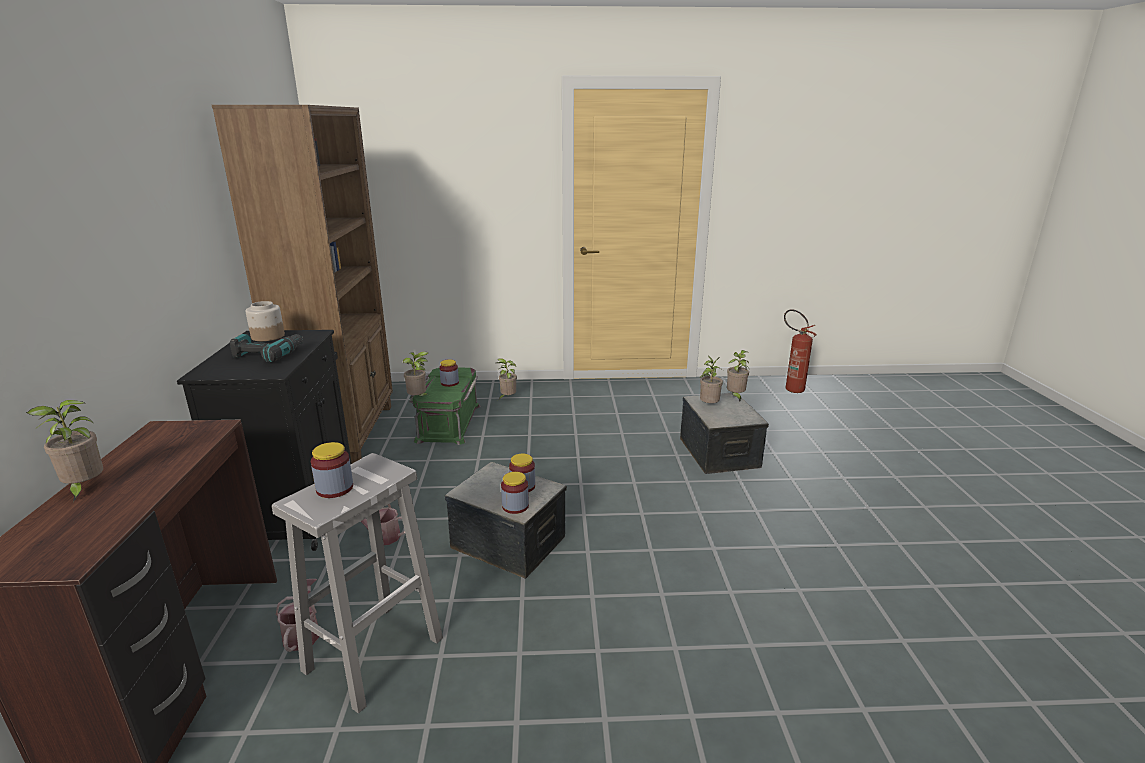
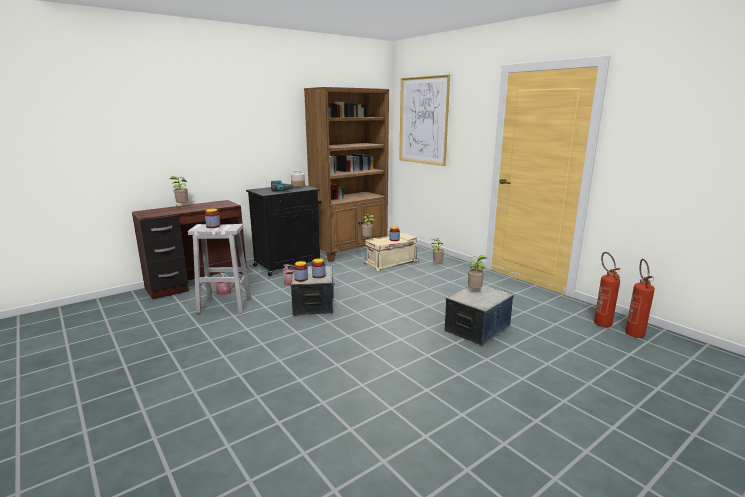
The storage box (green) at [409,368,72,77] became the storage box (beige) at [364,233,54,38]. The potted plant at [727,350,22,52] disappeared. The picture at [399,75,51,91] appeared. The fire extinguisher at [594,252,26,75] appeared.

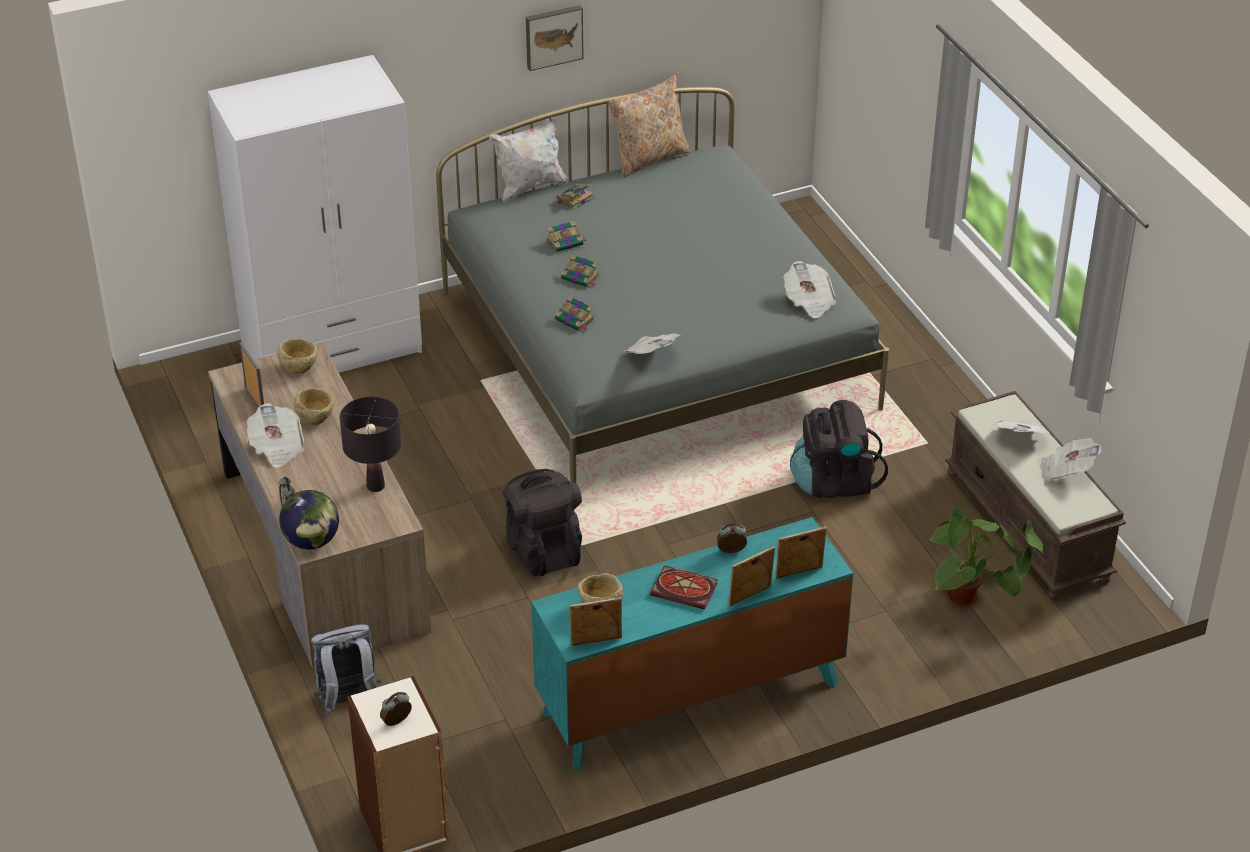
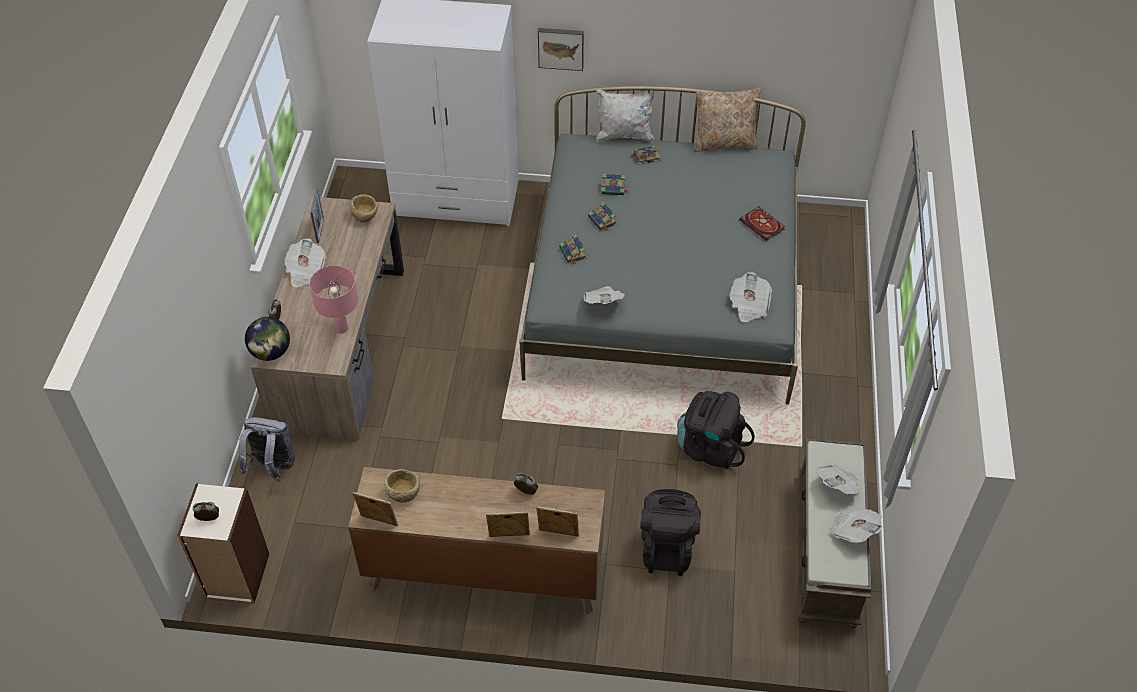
The bowl (beige) at [294,387,40,38] disappeared. The table lamp (black) at [340,397,61,95] became the table lamp (pink) at [310,265,48,69]. The backpack (black) moved from [503,469,79,107] to [640,489,61,87]. The picture moved from [526,5,58,66] to [538,28,46,43]. The dresser (turquoise) at [531,517,322,253] became the dresser (brown) at [348,467,257,148]. The book moved from [650,565,68,45] to [739,206,46,35]. The potted plant at [930,507,113,100] disappeared.

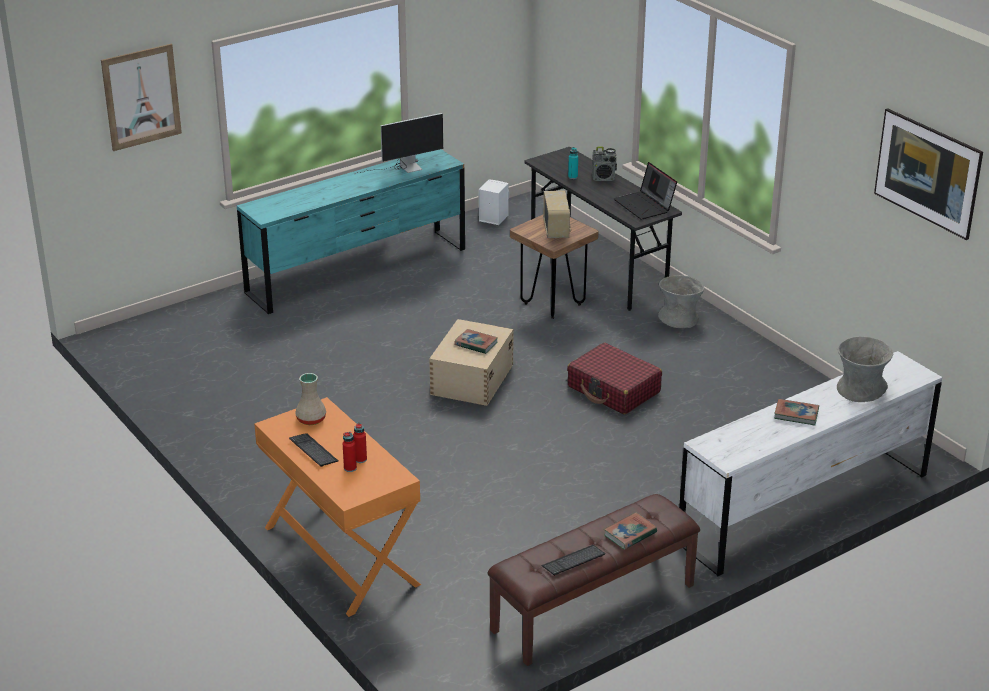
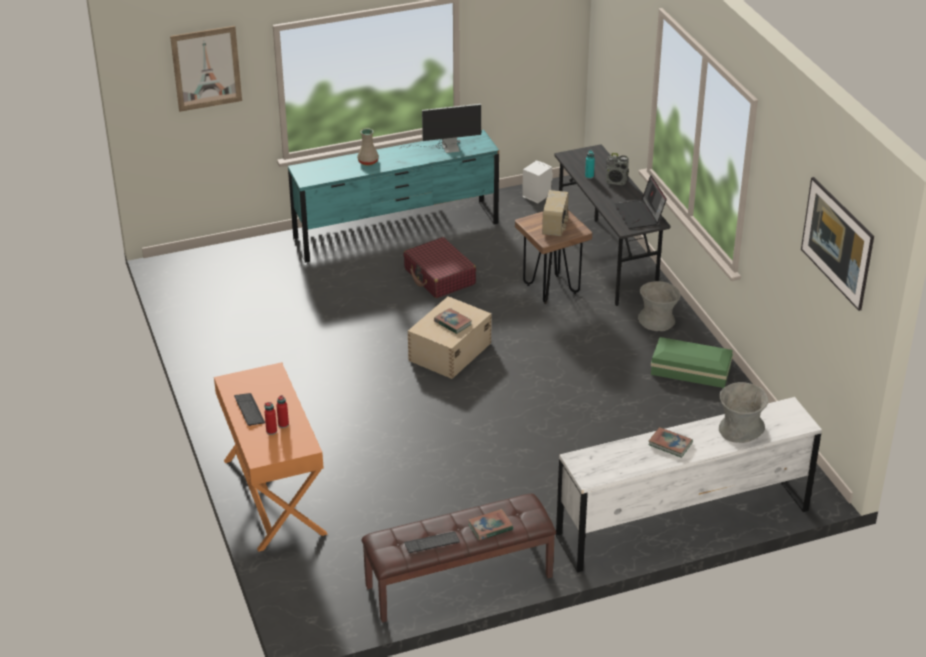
The vase (beige) moved from [295,373,31,52] to [357,128,22,38]. The suitcase (red) moved from [567,342,95,73] to [403,237,73,61]. The storage box (green) at [651,337,82,51] appeared.

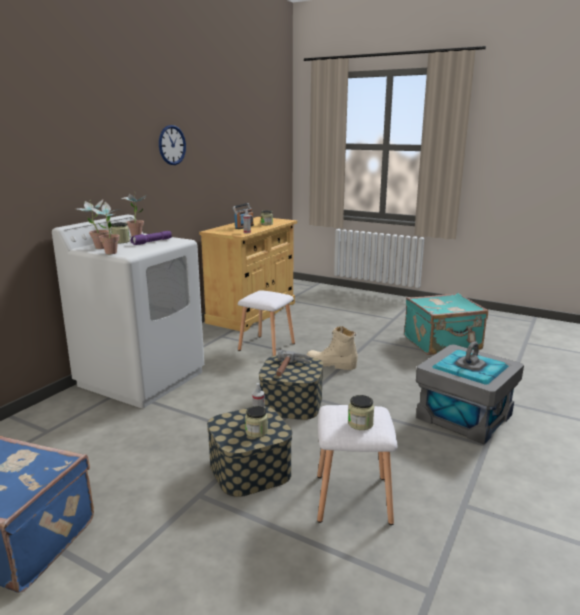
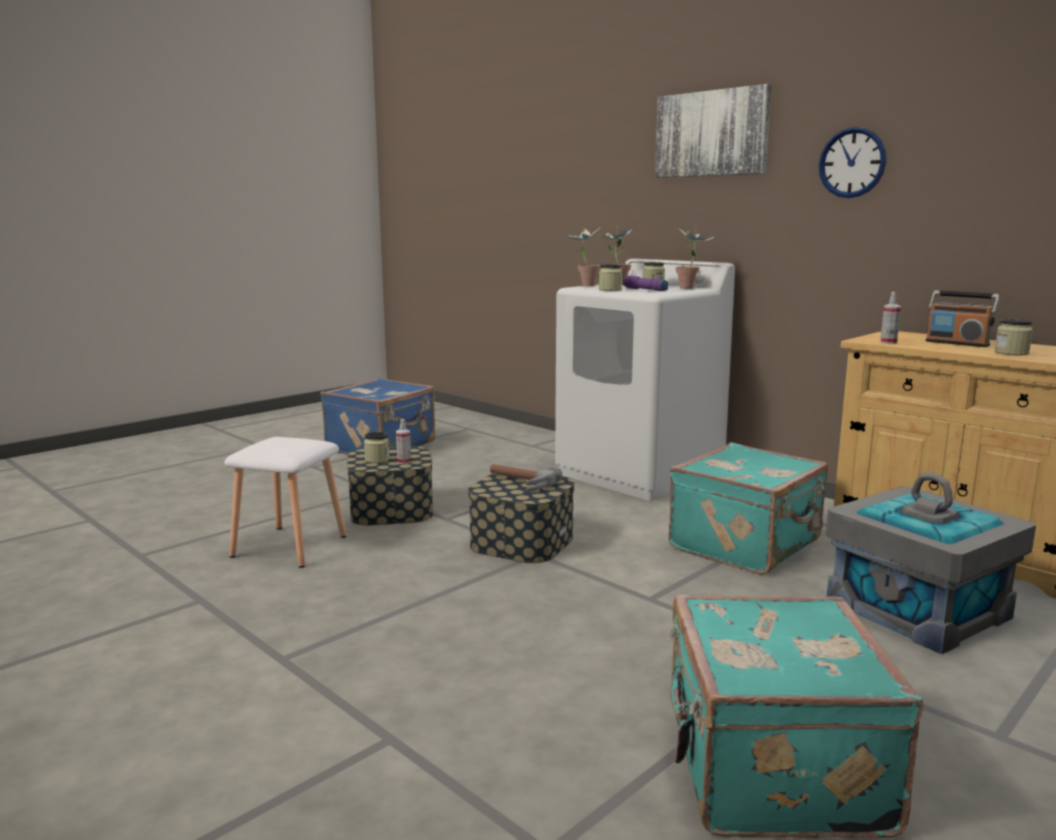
The stool (white) at [238,290,57,66] was replaced by the suitcase (turquoise) at [668,442,160,133]. The boot (beige) at [307,326,51,44] disappeared. The jar moved from [348,395,26,35] to [599,264,23,27]. The storage box (grey) moved from [416,341,108,103] to [826,473,210,181]. The picture at [655,84,117,94] appeared.

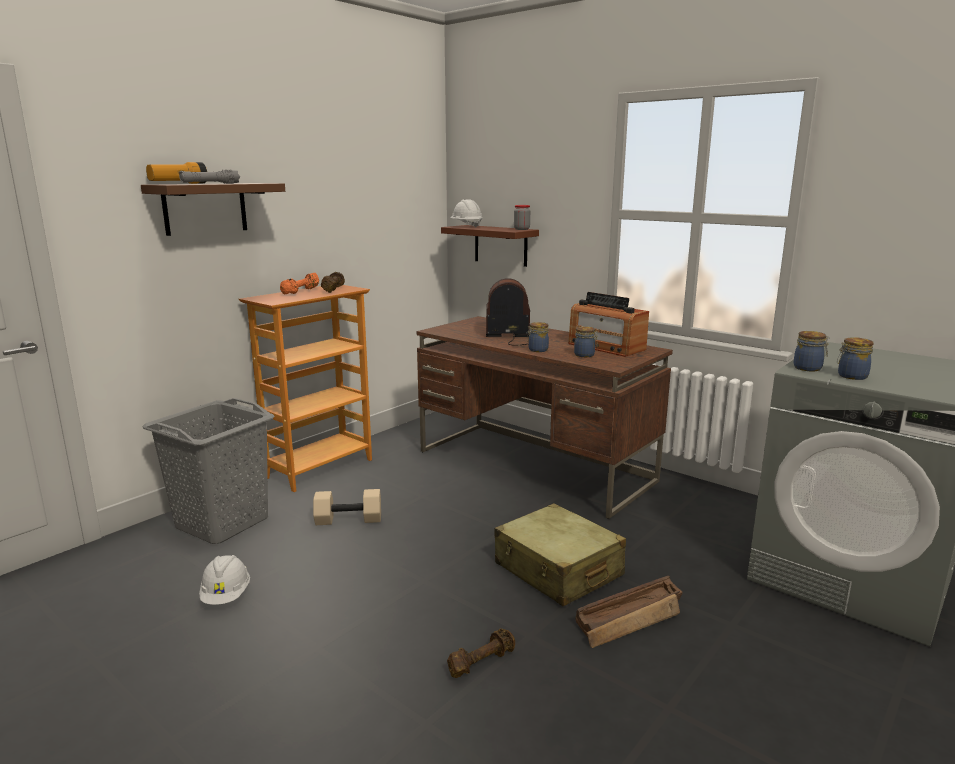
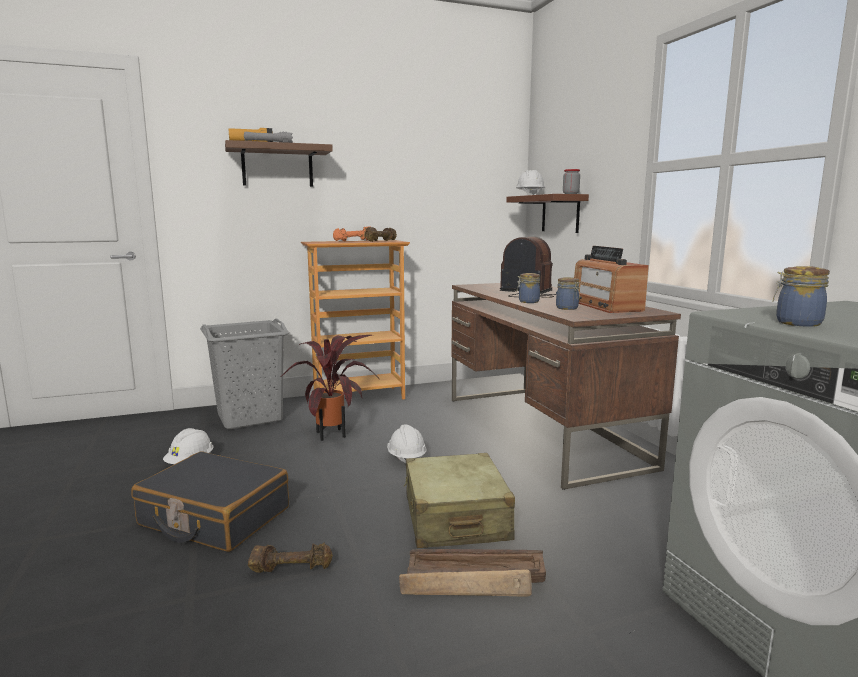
The dumbbell (beige) at [313,489,68,36] was replaced by the potted plant at [280,335,94,106]. The jar at [794,331,36,40] disappeared. The suitcase (black) at [132,451,157,101] appeared. The hard hat (white) at [387,425,40,39] appeared.

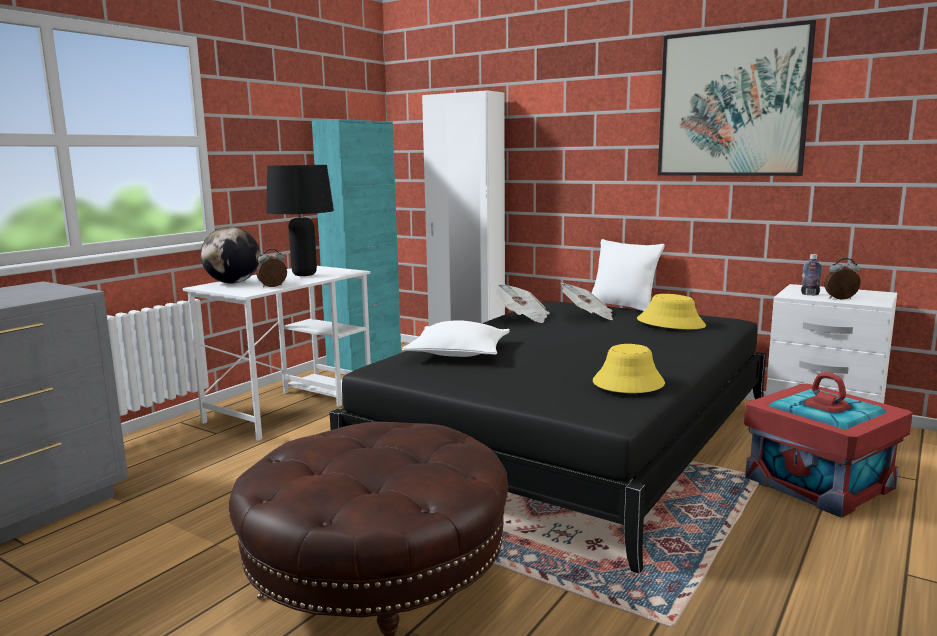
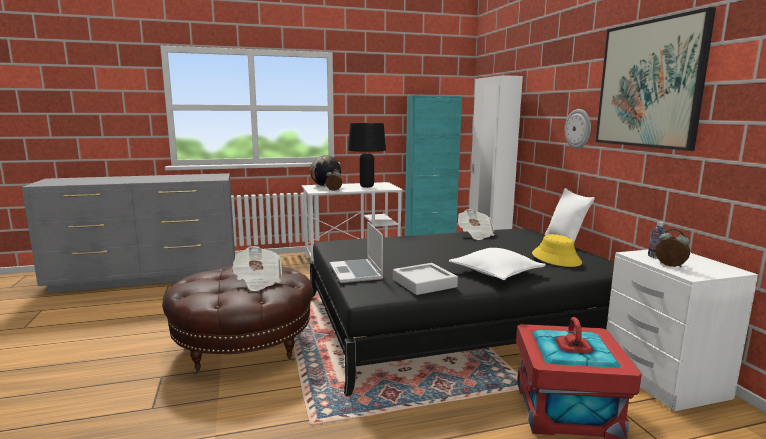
The pillow (white) moved from [402,320,108,37] to [449,248,97,32]. The newspaper moved from [561,283,52,37] to [232,246,50,45]. The hat (yellow) at [593,344,72,49] was replaced by the tray (grey) at [393,263,65,32]. The laptop at [330,221,53,62] appeared. The wall clock at [565,109,26,40] appeared.

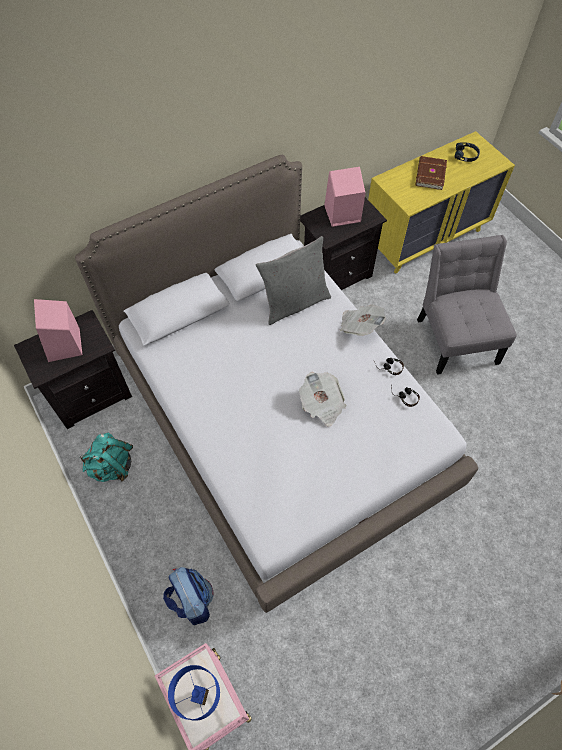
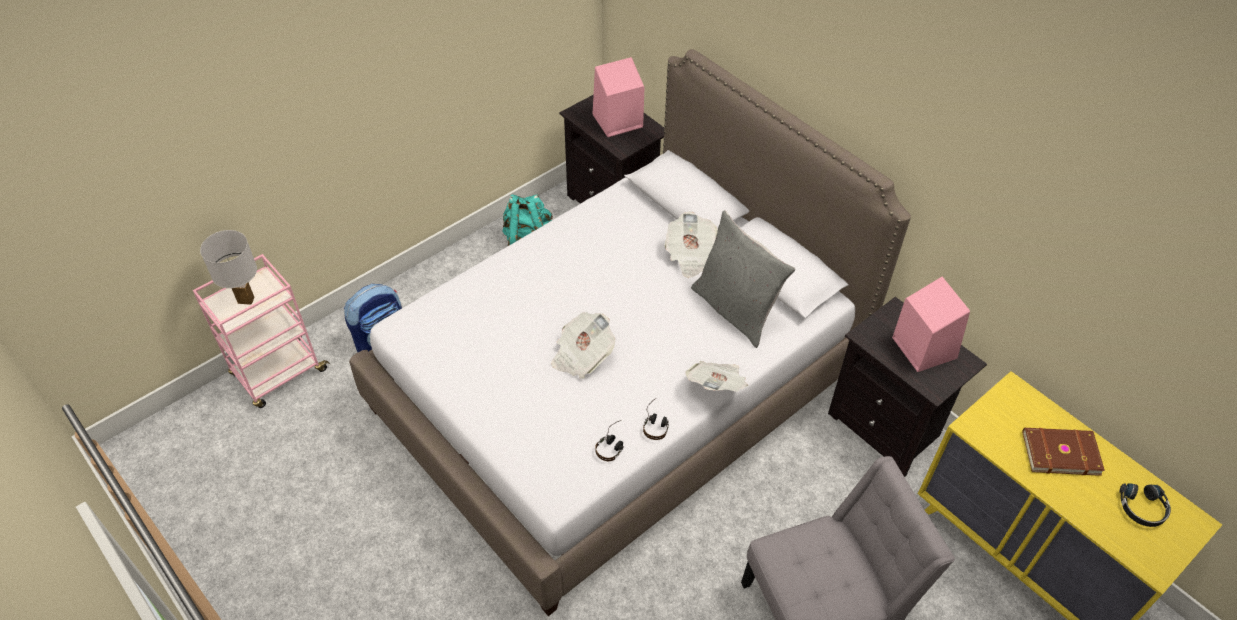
The table lamp (blue) at [168,665,52,56] became the table lamp (white) at [200,230,57,75]. The newspaper at [664,212,54,66] appeared.

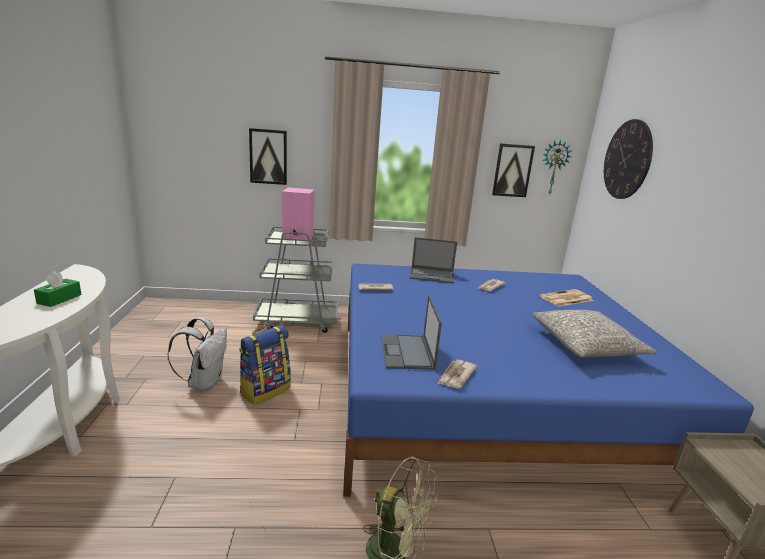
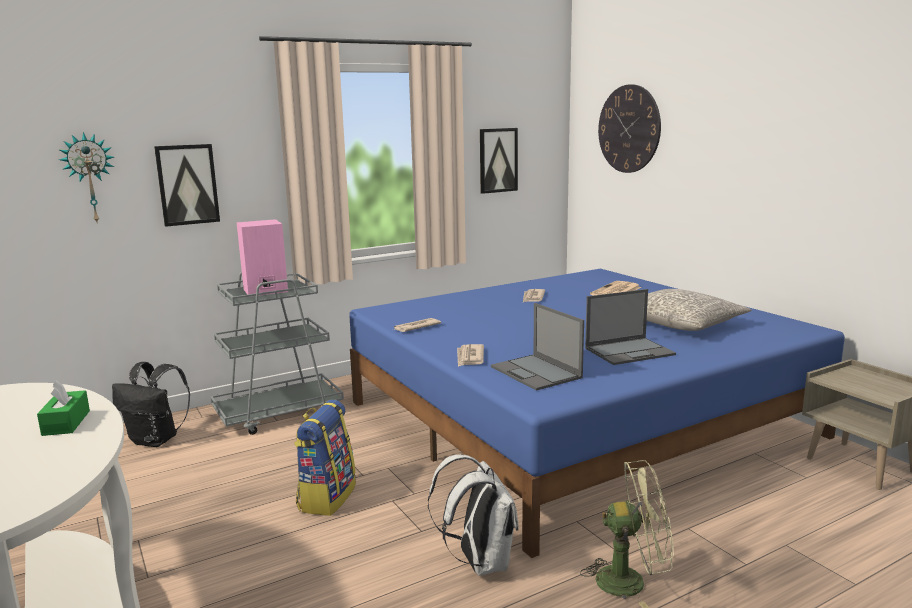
The backpack (white) moved from [167,317,60,74] to [428,454,91,122]. The laptop moved from [410,237,47,46] to [585,289,91,76]. The newspaper moved from [437,360,40,29] to [457,344,27,23]. The wall clock moved from [542,140,30,56] to [59,132,55,90]. The backpack (black) at [112,362,78,85] appeared.

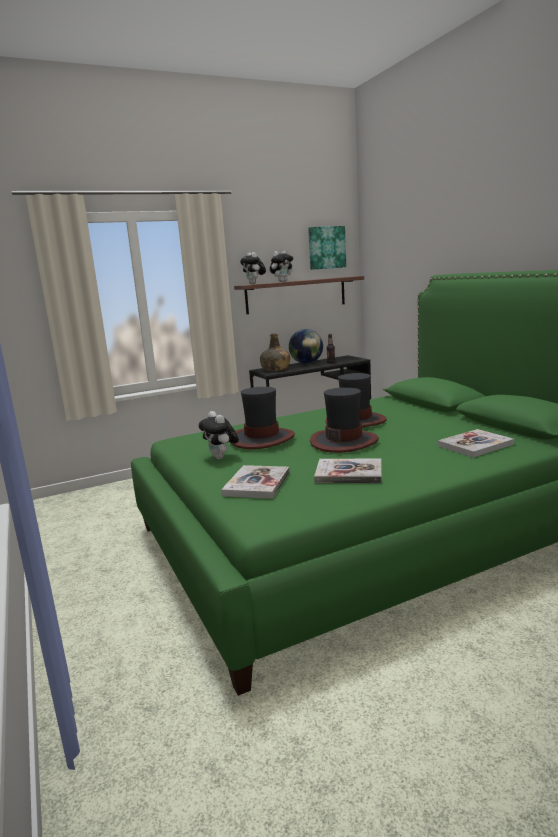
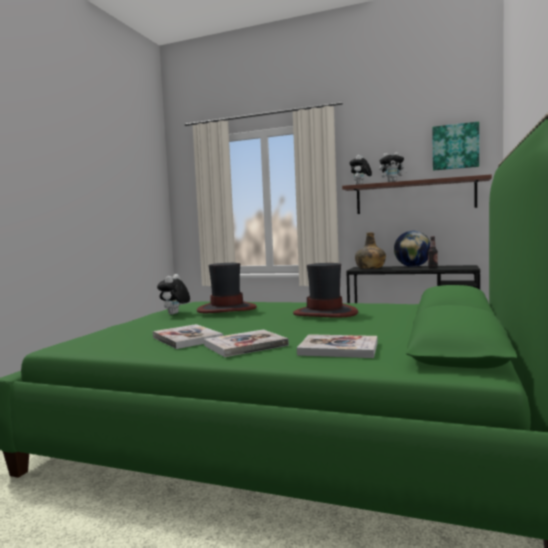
The book moved from [221,465,69,34] to [204,329,85,28]. The hat at [310,387,69,66] disappeared.

